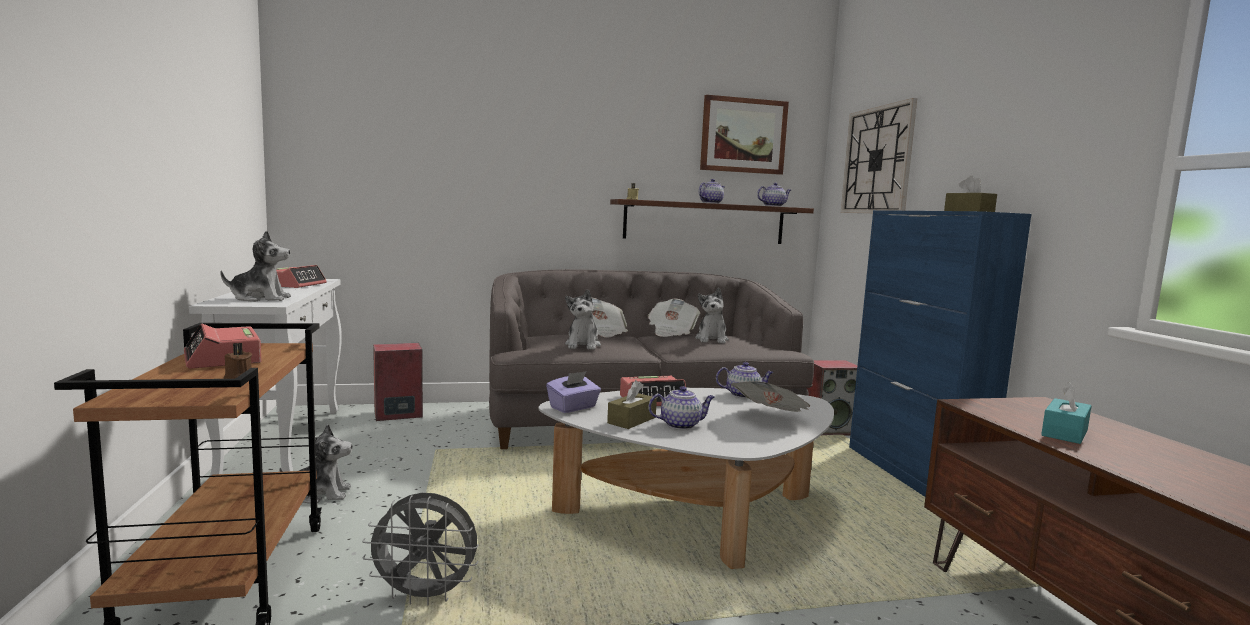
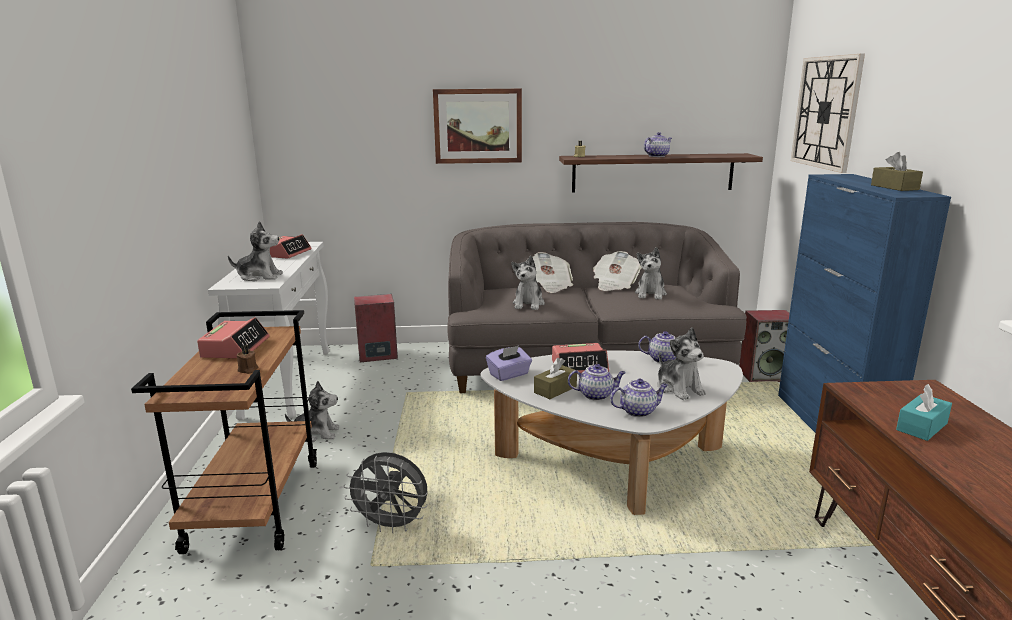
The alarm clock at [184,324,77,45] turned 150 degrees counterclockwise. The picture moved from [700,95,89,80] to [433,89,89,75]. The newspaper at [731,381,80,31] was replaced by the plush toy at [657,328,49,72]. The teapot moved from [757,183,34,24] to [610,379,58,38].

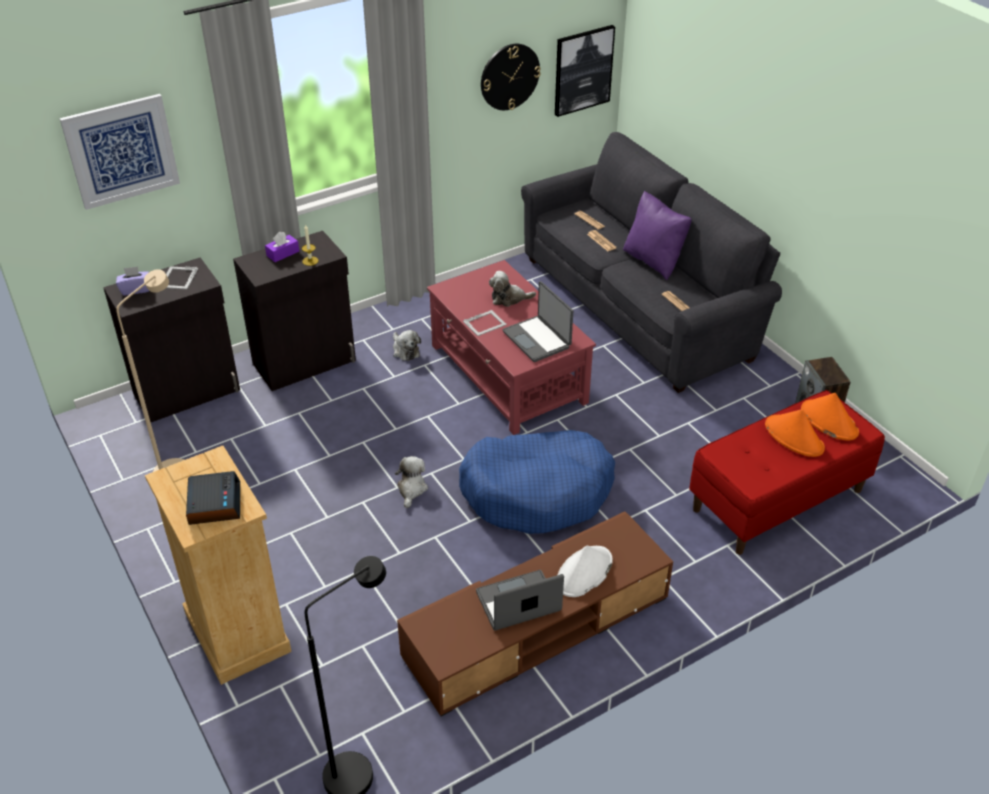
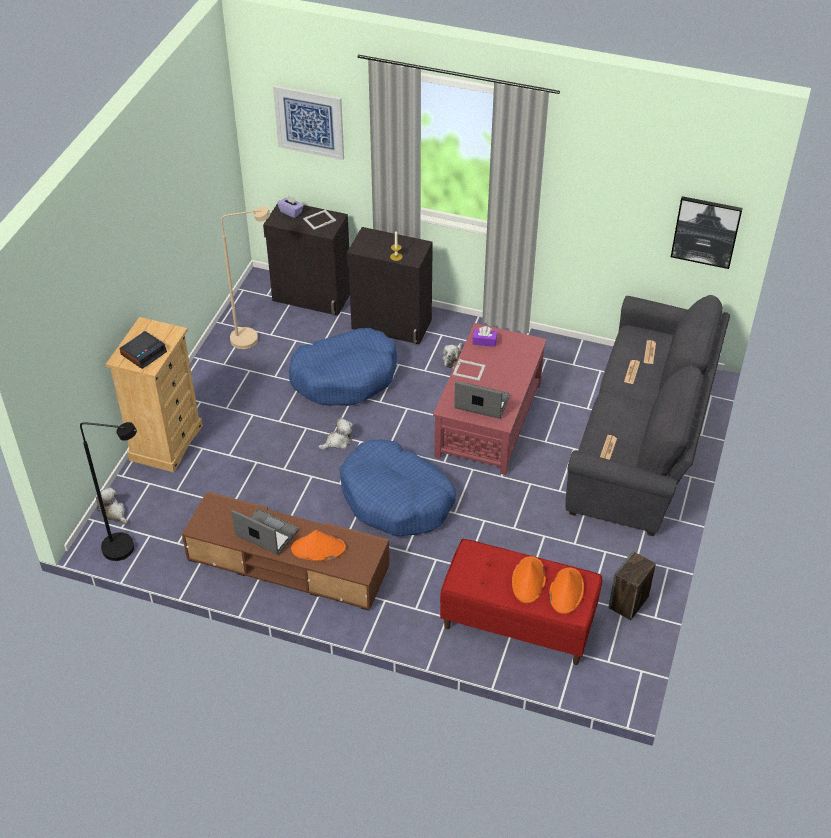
The tissue box (purple) moved from [265,232,34,30] to [473,326,24,21]. The wall clock at [481,44,60,66] disappeared. The plush toy moved from [489,271,47,36] to [96,488,31,37]. The laptop at [503,281,70,81] turned 90 degrees clockwise. The hat (white) at [558,546,54,51] became the hat (orange) at [291,530,55,31]. The pillow (purple) at [623,191,69,89] disappeared. The dog bed (blue) at [289,328,108,78] appeared.

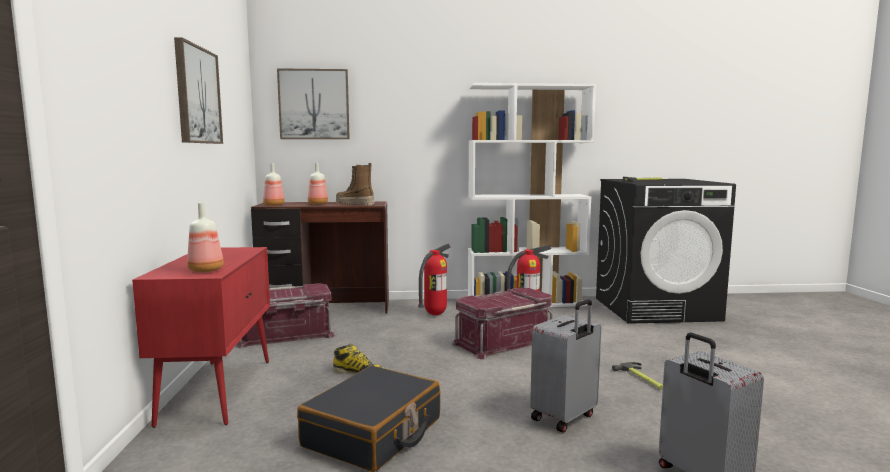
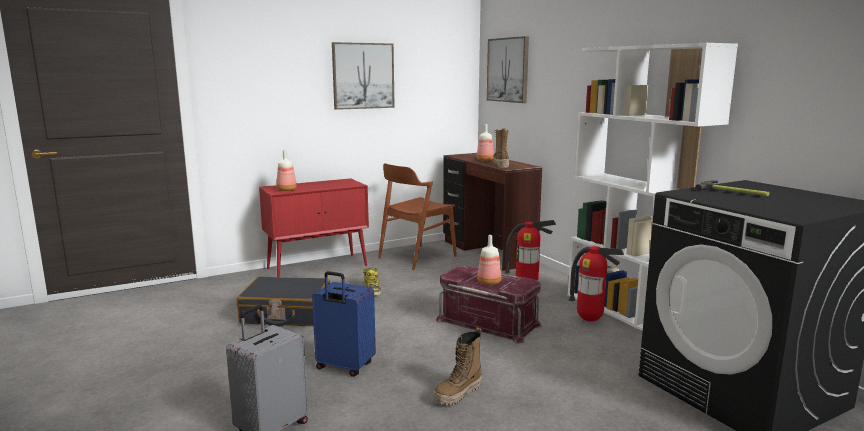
The storage box (red) at [235,283,100,65] was replaced by the chair (brown) at [378,163,79,107]. The bottle moved from [263,163,22,43] to [477,235,24,50]. The suitcase (grey) at [530,299,72,134] became the suitcase (blue) at [312,271,64,106]. The hammer at [612,362,51,27] was replaced by the boot at [434,328,48,78].

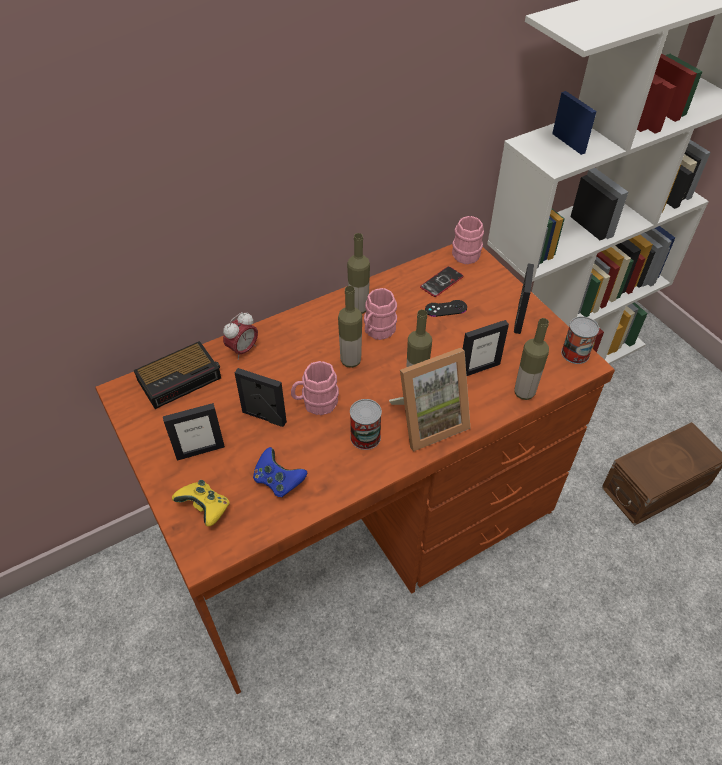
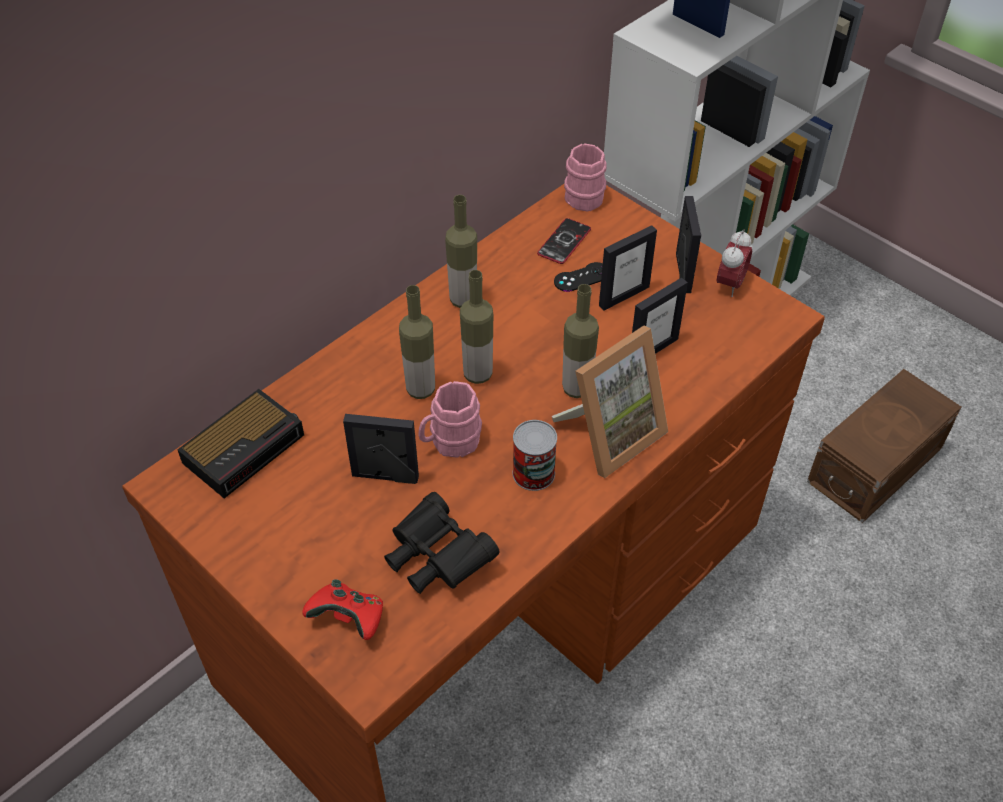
The picture frame moved from [163,403,62,58] to [599,225,58,86]. The game controller (yellow) at [172,480,58,47] became the game controller (red) at [302,579,81,61]. The alarm clock moved from [223,312,35,48] to [717,230,35,67]. The game controller (blue) at [253,447,54,50] was replaced by the binoculars (black) at [384,492,116,102]. The mug (pink) at [364,288,33,52] disappeared. The bottle moved from [514,318,35,82] to [399,285,36,114]. The can at [561,316,38,48] disappeared.

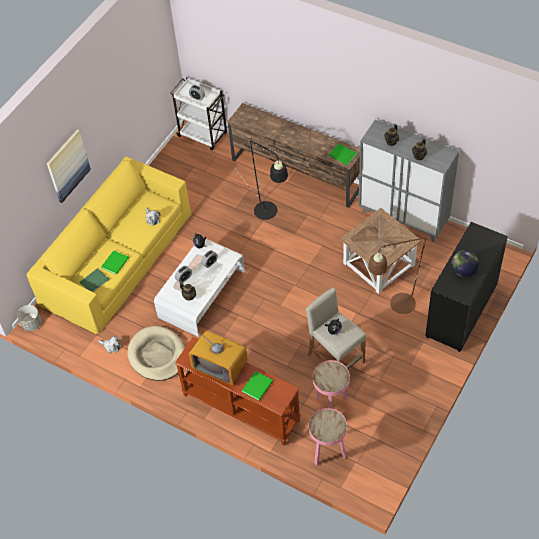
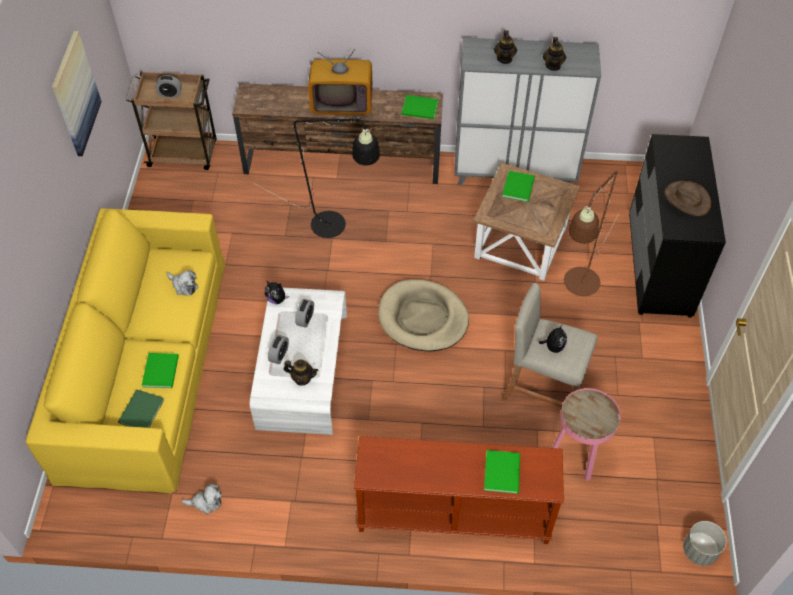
The planter (grey) moved from [17,305,24,26] to [683,521,44,45]. The picture moved from [47,129,44,74] to [52,31,50,125]. The dog bed (beige) moved from [127,326,58,55] to [378,279,91,73]. The cart (white) at [170,77,57,73] became the cart (brown) at [126,71,91,99]. The television moved from [189,331,59,54] to [308,49,64,66]. The side table (pink) at [309,408,38,57] disappeared. The globe at [451,250,28,27] was replaced by the hat (brown) at [665,181,46,35]. The book (green) at [502,171,33,31] appeared.

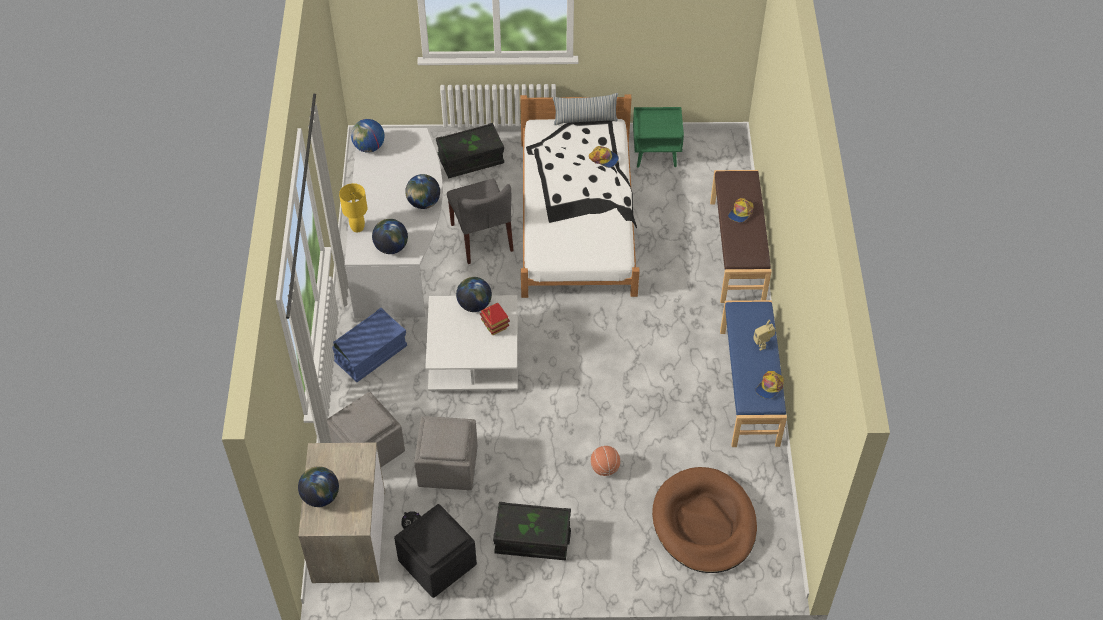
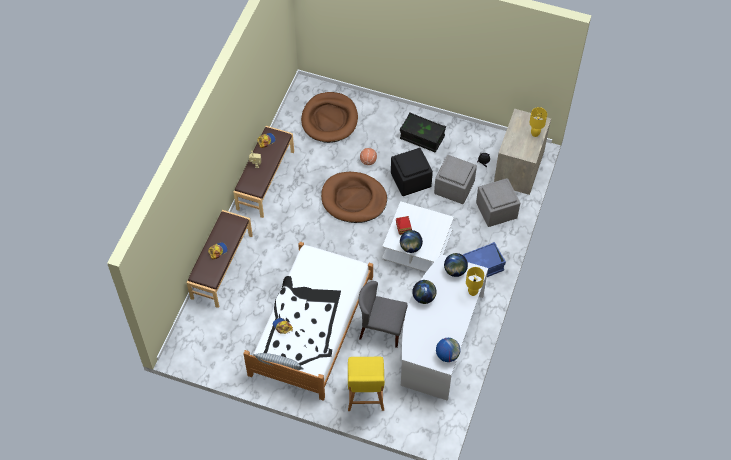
The globe at [298,466,41,41] was replaced by the table lamp (yellow) at [529,107,18,30]. The ottoman (black) moved from [394,504,83,94] to [391,148,42,48]. The storage box (black) at [436,123,68,55] was replaced by the stool (yellow) at [348,356,37,55]. The chair (grey) at [447,179,67,85] turned 75 degrees counterclockwise. The nightstand (green) at [633,107,51,61] disappeared. The bench (blue) at [720,300,67,147] became the bench (brown) at [233,126,61,92]. The dog bed (brown) at [321,172,66,51] appeared.

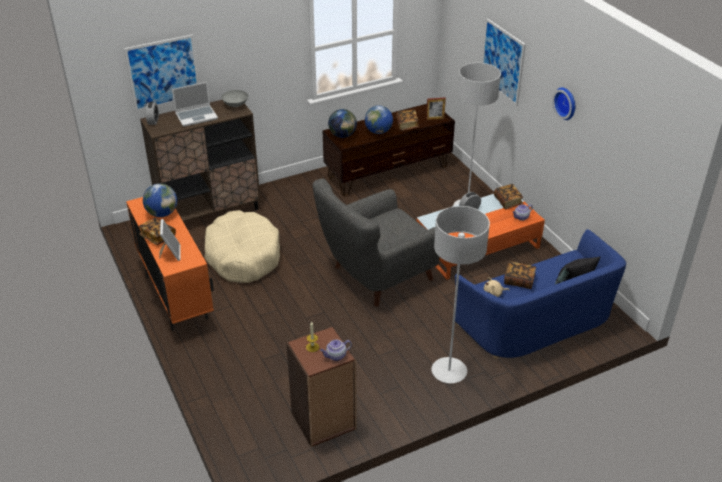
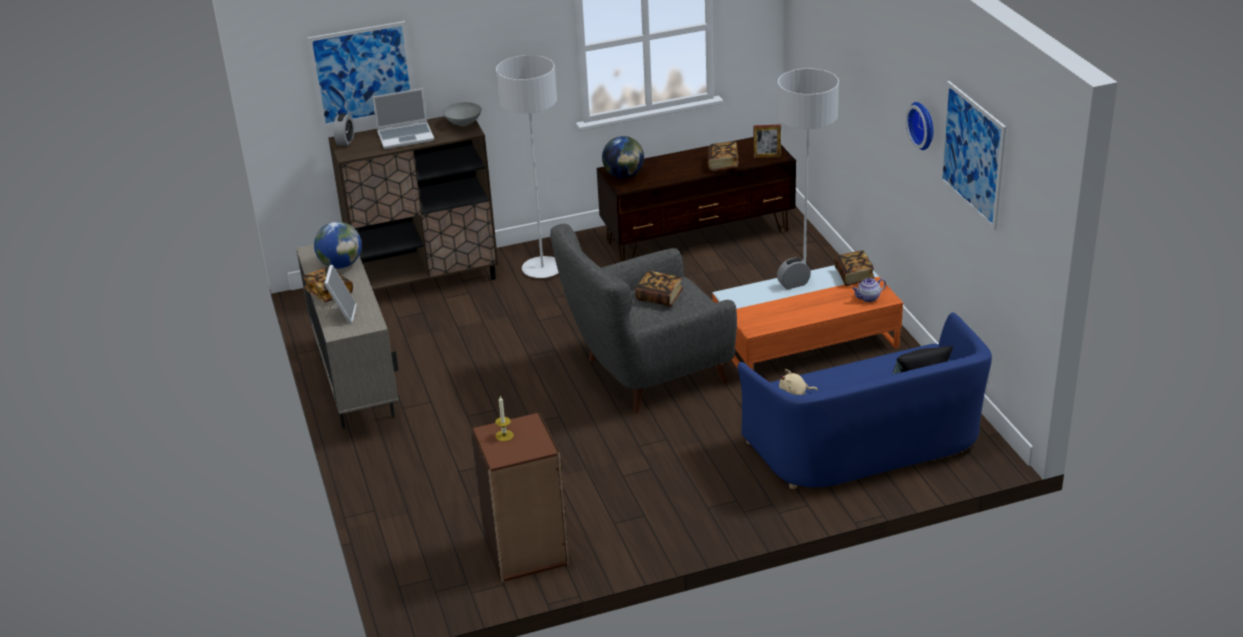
The cabinet (orange) at [126,197,88,134] became the cabinet (beige) at [296,244,103,185]. The dog bed (beige) at [204,210,76,73] disappeared. The teapot at [320,339,32,22] disappeared. The globe at [365,105,28,29] disappeared. The floor lamp (grey) moved from [431,206,59,177] to [496,55,63,223]. The picture moved from [482,18,44,88] to [940,81,66,149]. The book moved from [504,261,32,28] to [635,270,48,37].

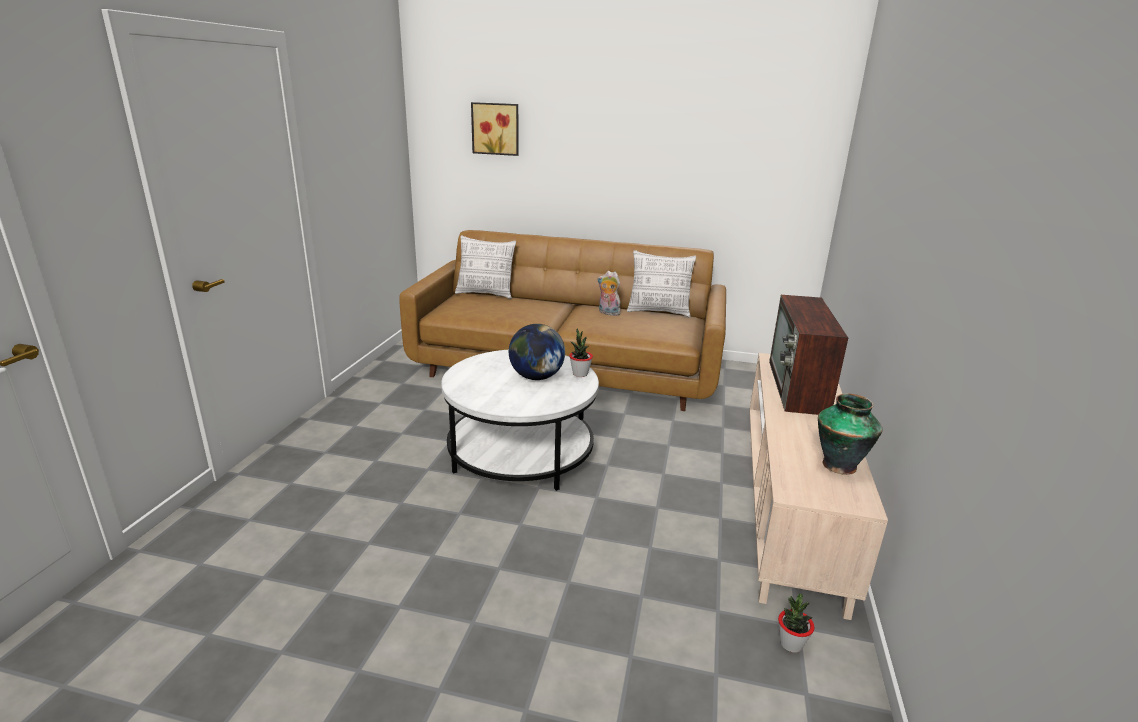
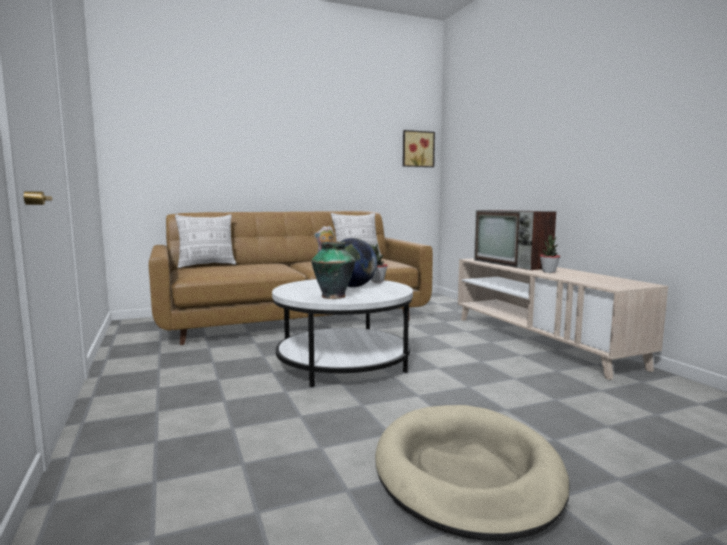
The picture moved from [471,102,47,54] to [403,130,32,37]. The potted plant moved from [778,593,36,60] to [540,235,20,38]. The vase moved from [818,393,65,82] to [311,241,44,58]. The dog bed (beige) at [375,405,195,136] appeared.

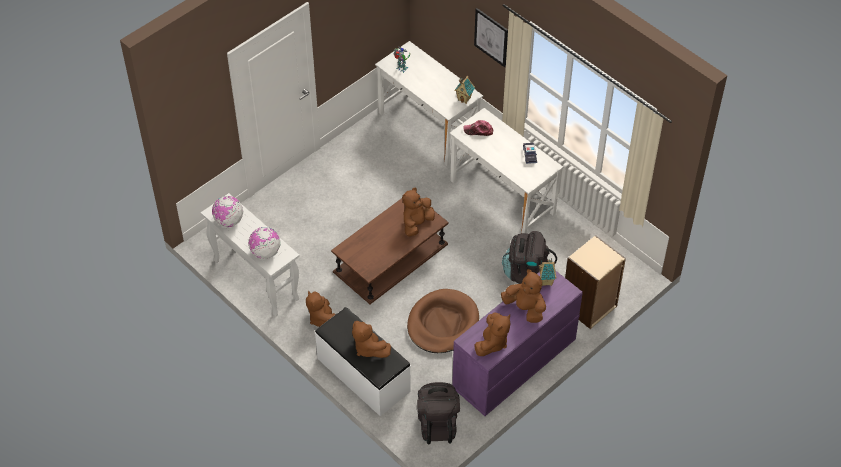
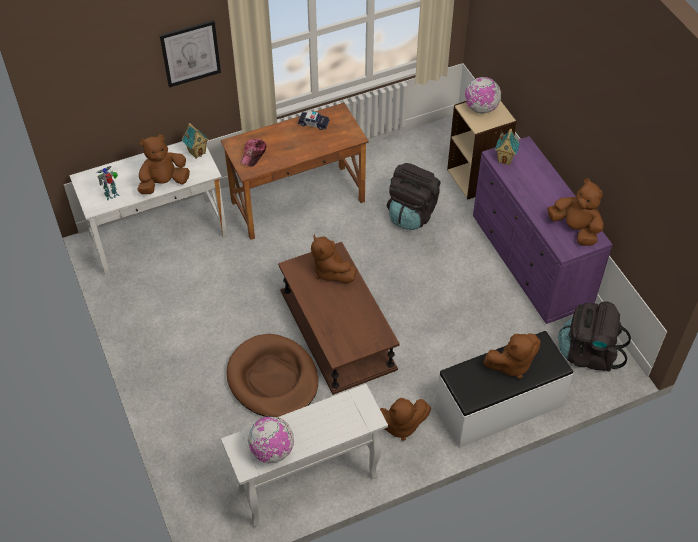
The globe moved from [249,227,31,32] to [465,77,36,37]. The dog bed (brown) moved from [407,289,72,64] to [226,334,92,83]. The desk (white) at [449,108,114,125] became the desk (brown) at [221,103,148,137]. The plush toy (brown) moved from [501,269,45,54] to [137,135,53,59].

